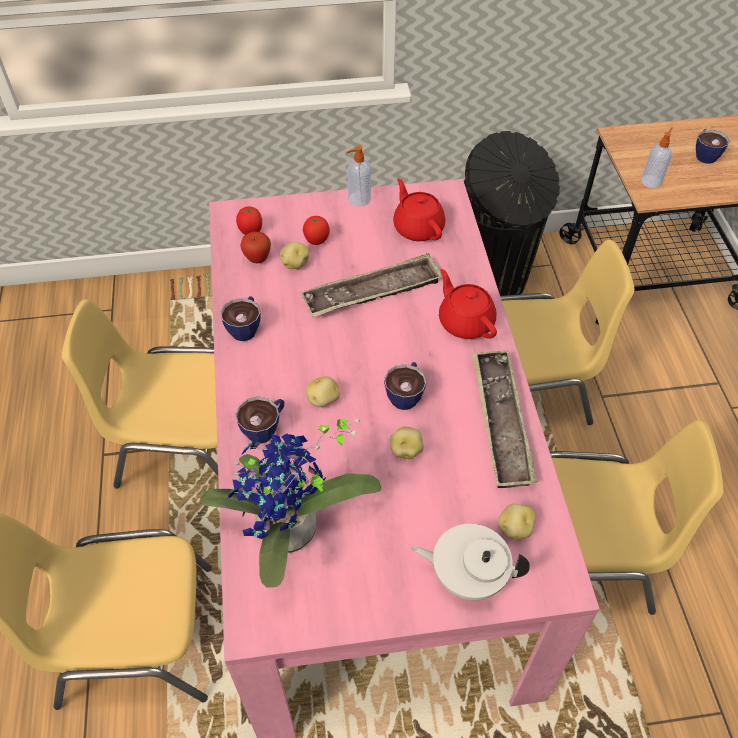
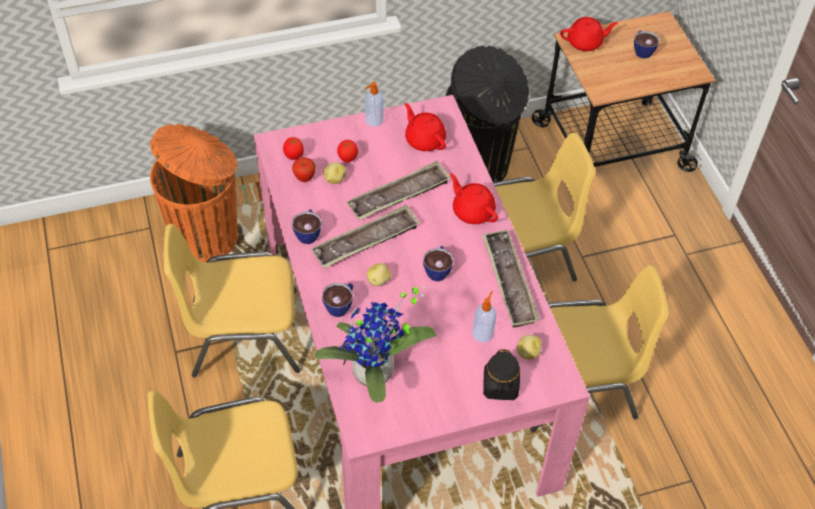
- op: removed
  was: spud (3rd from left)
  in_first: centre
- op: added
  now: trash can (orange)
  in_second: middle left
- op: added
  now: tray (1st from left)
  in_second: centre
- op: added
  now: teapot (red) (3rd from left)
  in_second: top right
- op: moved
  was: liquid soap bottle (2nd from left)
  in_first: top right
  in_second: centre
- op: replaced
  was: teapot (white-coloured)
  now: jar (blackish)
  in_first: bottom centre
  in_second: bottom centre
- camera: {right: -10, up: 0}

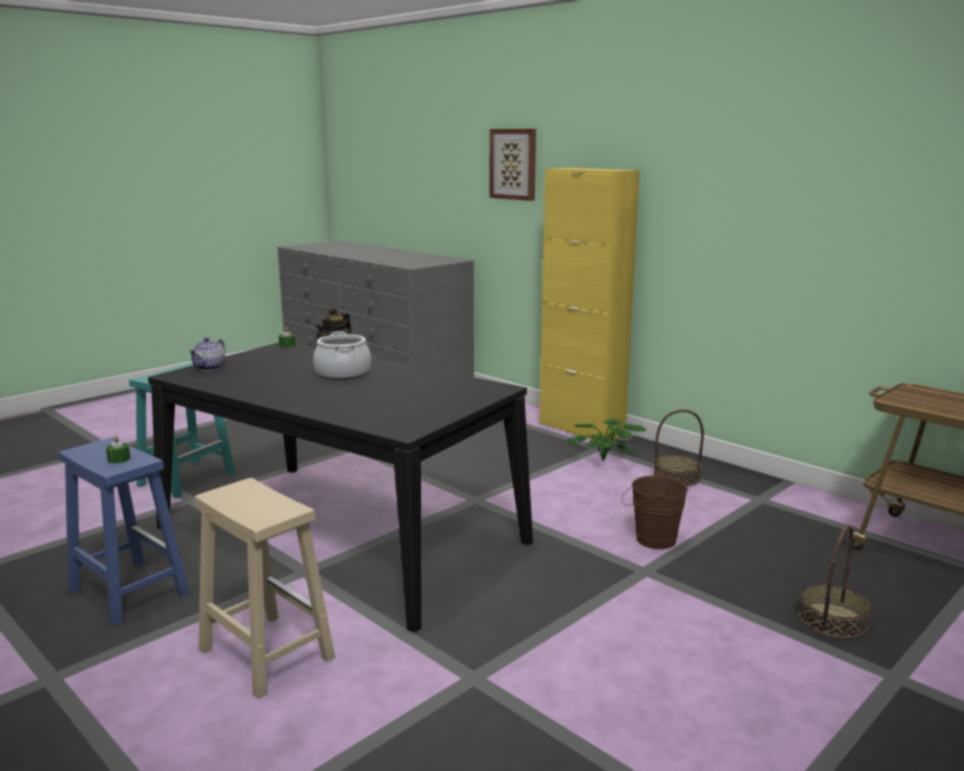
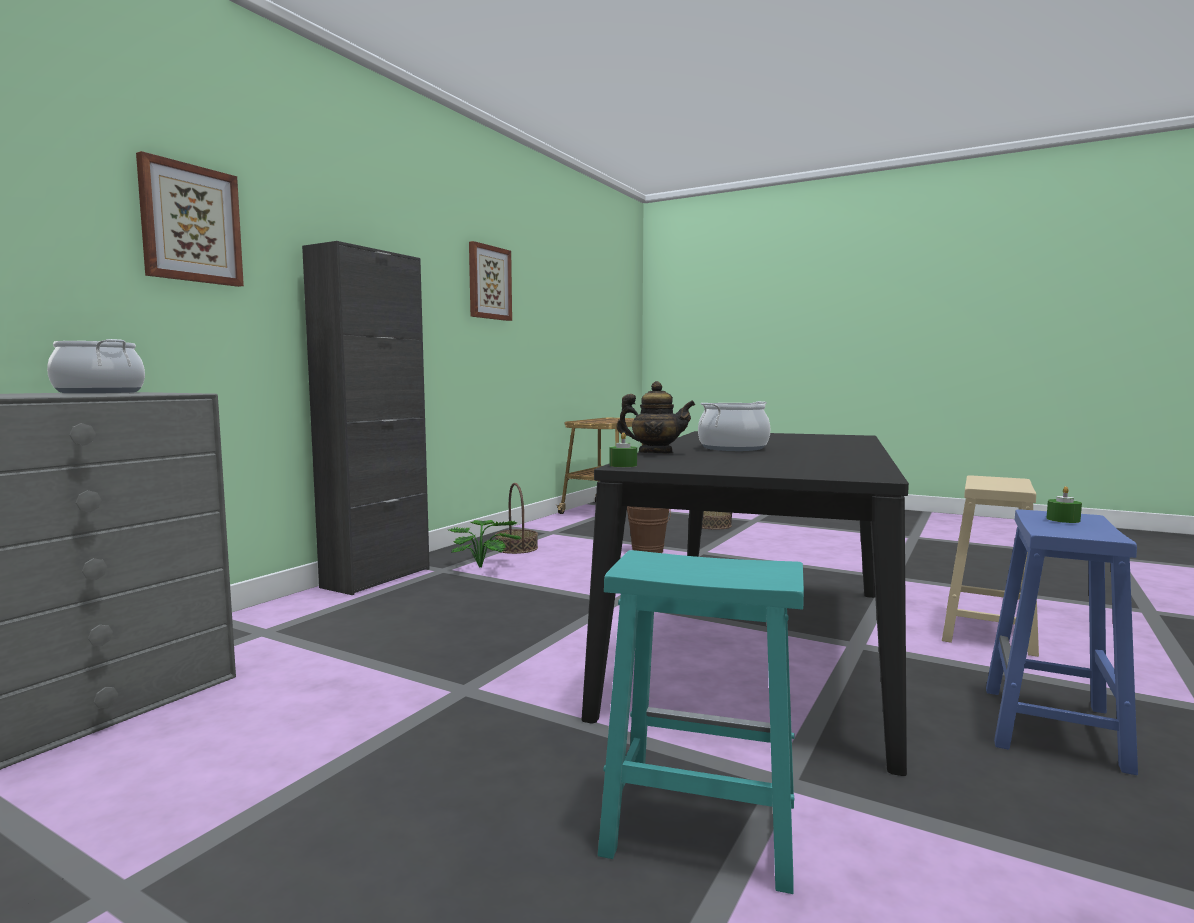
- op: removed
  was: teapot (1st from left)
  in_first: middle left
- op: added
  now: stockpot (1st from left)
  in_second: middle left
- op: added
  now: wall picture (2nd from left)
  in_second: top centre
- op: recoloured
  was: storage cabinet (yellow-coloured)
  now: storage cabinet (blackish)
  in_first: centre
  in_second: middle left
- camera: {right: -105, up: -10}

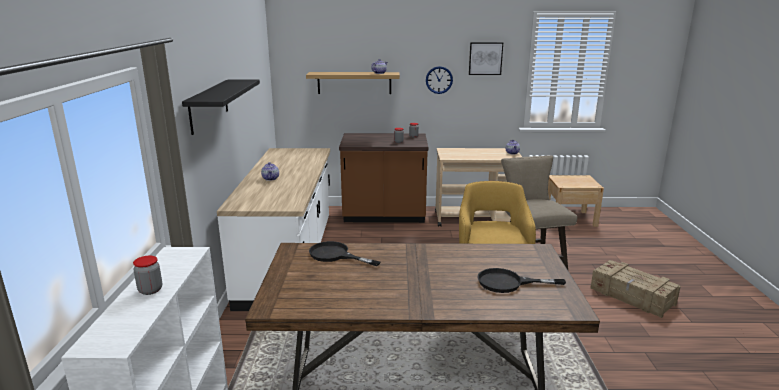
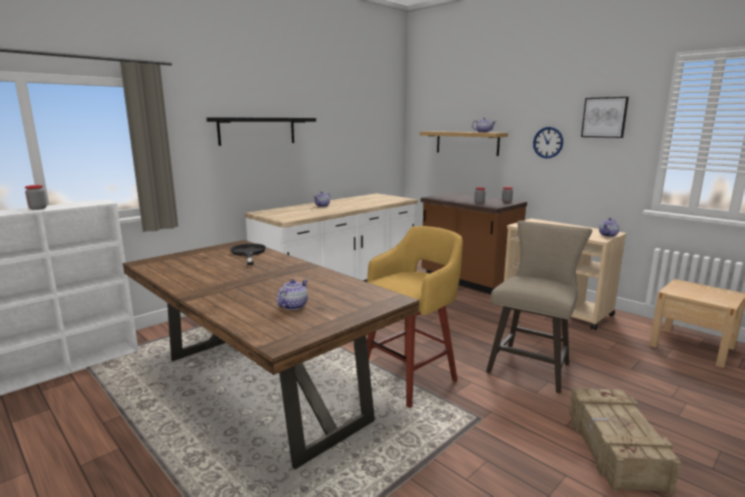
- op: replaced
  was: skillet (blackish) (2nd from left)
  now: teapot (1st from left)
  in_first: bottom right
  in_second: centre
- camera: {right: 45, up: -5}

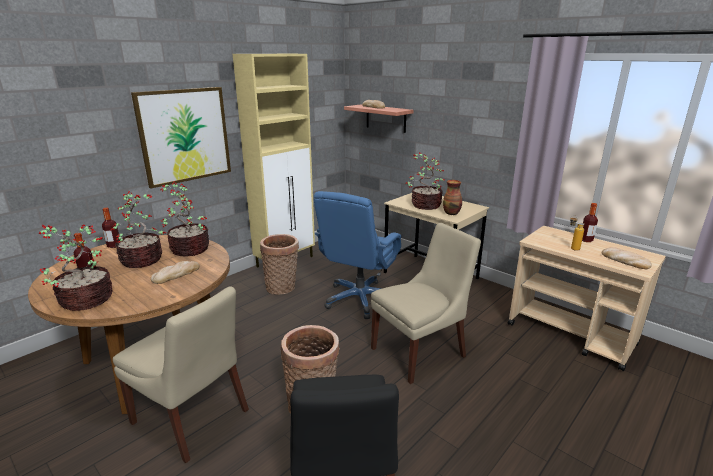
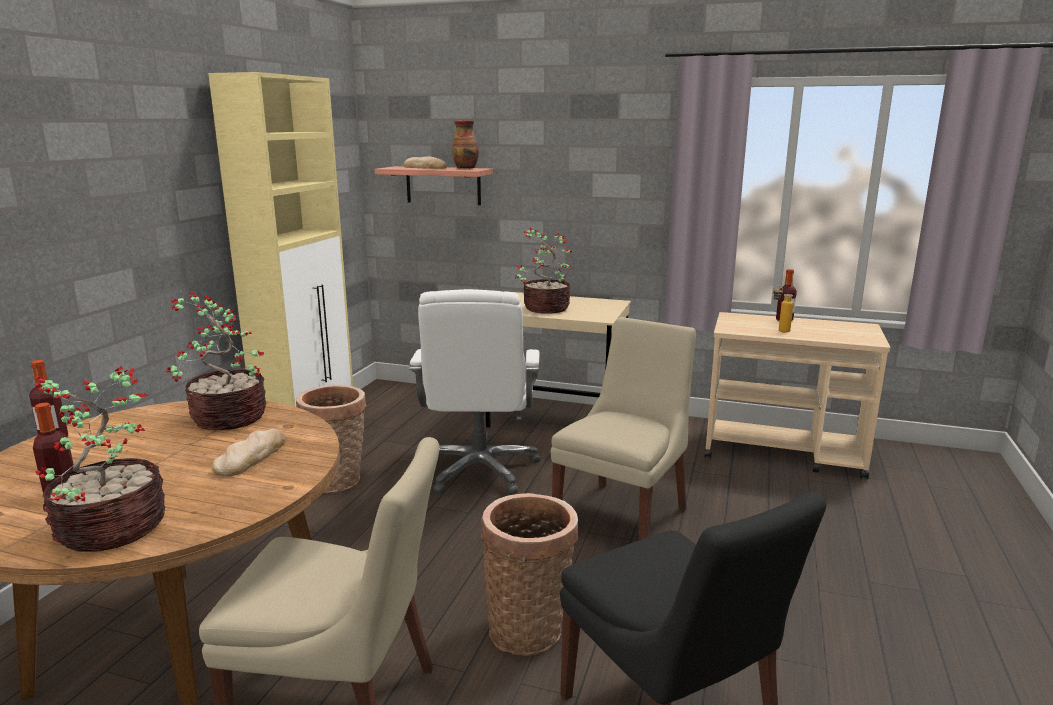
- op: removed
  was: plant in a pot (2nd from left)
  in_first: middle left
- op: removed
  was: wall picture
  in_first: top left
- op: removed
  was: baked bread (3rd from left)
  in_first: middle right
- op: moved
  was: flower vase
  in_first: centre
  in_second: top centre
- op: recoloured
  was: computer chair (blue)
  now: computer chair (white-coloured)
  in_first: centre
  in_second: centre
- camera: {right: -25, up: -5}

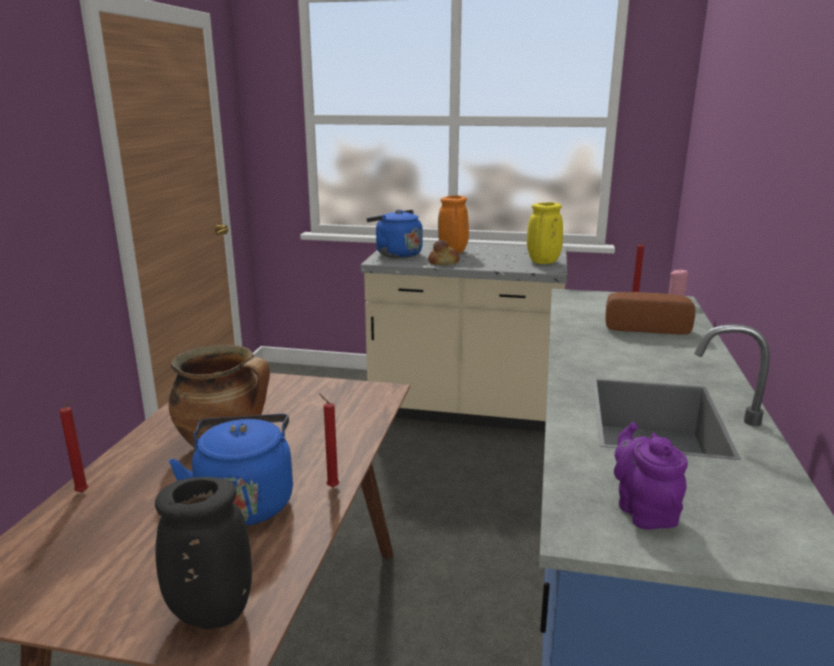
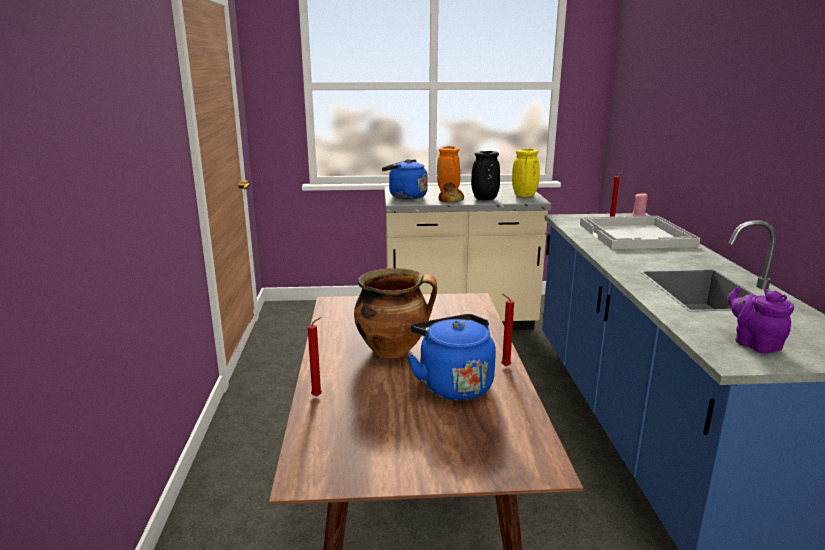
- op: moved
  was: flower vase (blackish)
  in_first: bottom left
  in_second: top centre
- op: replaced
  was: baked bread (2nd from left)
  now: tray (white-coloured)
  in_first: middle right
  in_second: middle right
- camera: {right: -15, up: 0}

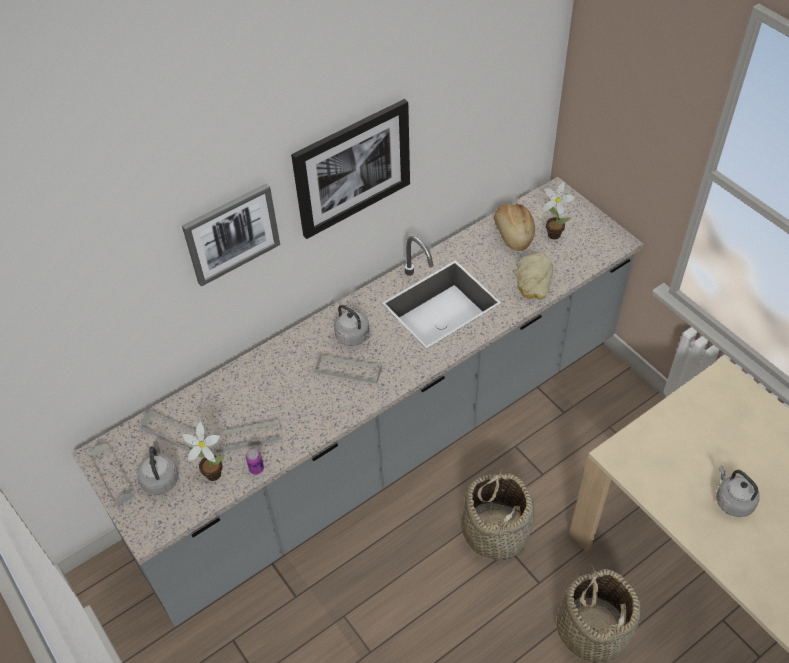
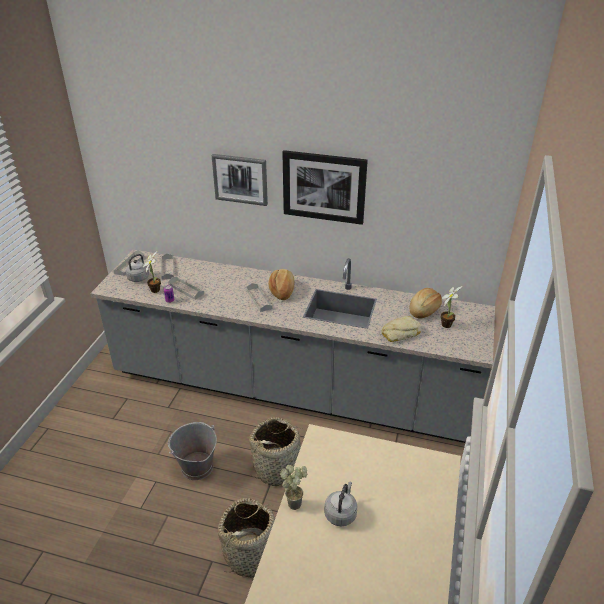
- op: added
  now: bucket (gray)
  in_second: bottom left
- op: added
  now: plant in a pot (2nd from left)
  in_second: bottom centre
- op: replaced
  was: kettle (gray) (2nd from left)
  now: baked bread (1st from left)
  in_first: centre
  in_second: centre
- camera: {right: 50, up: -15}

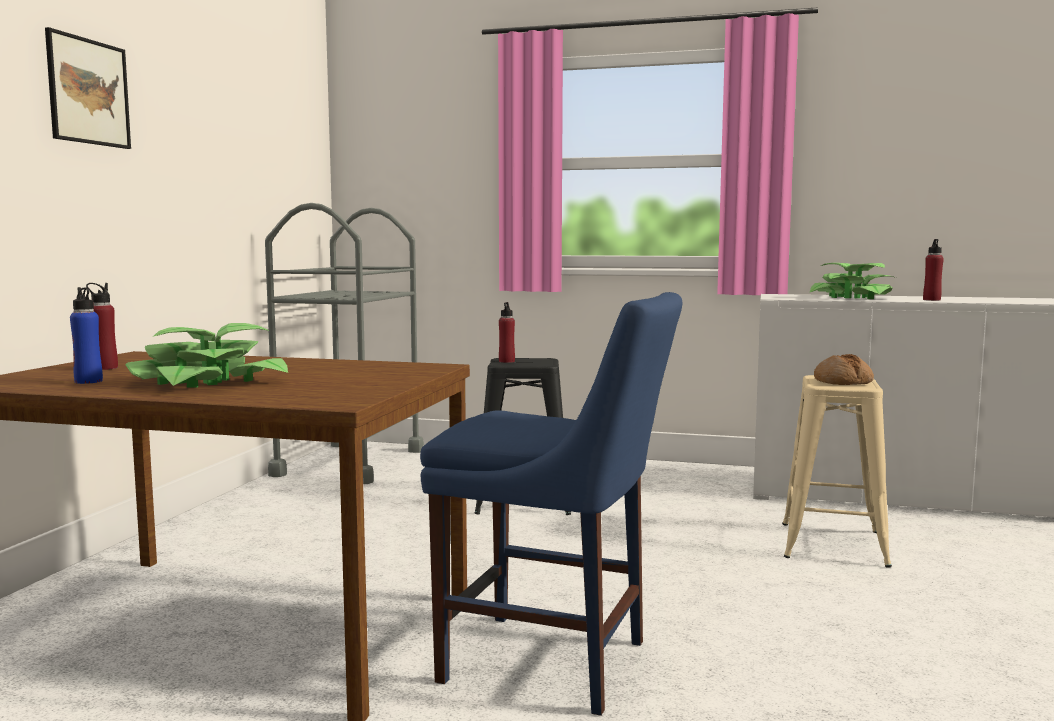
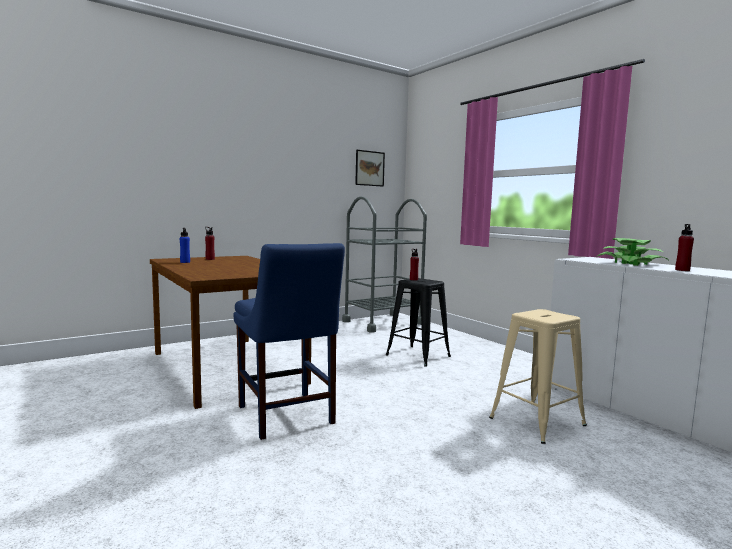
- op: removed
  was: plant in a pot (1st from left)
  in_first: middle left
- op: removed
  was: baked bread
  in_first: middle right
- op: moved
  was: wall picture
  in_first: top left
  in_second: top centre
- camera: {right: 40, up: 0}

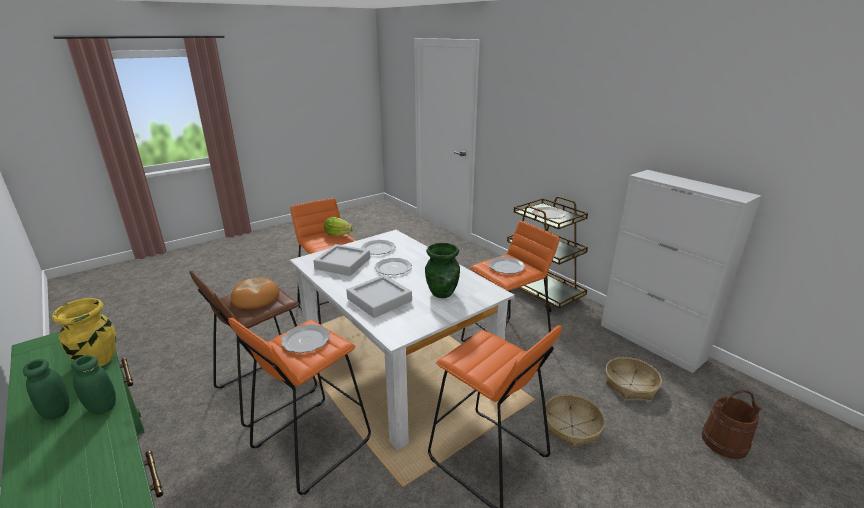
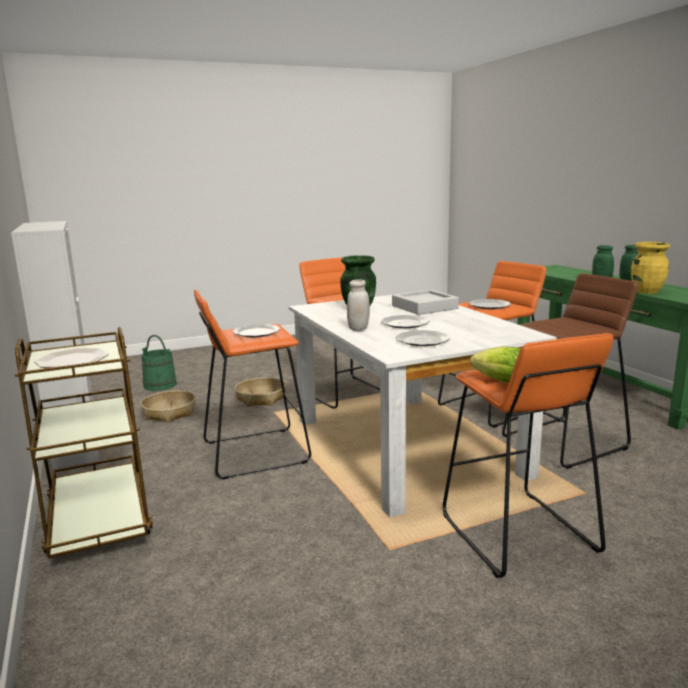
- op: removed
  was: baked bread
  in_first: middle left
- op: removed
  was: tray (gray) (1st from left)
  in_first: centre
- op: added
  now: jar (white-coloured)
  in_second: centre
- op: recoloured
  was: bucket (brown)
  now: bucket (green)
  in_first: bottom right
  in_second: middle left
- camera: {right: -165, up: -10}

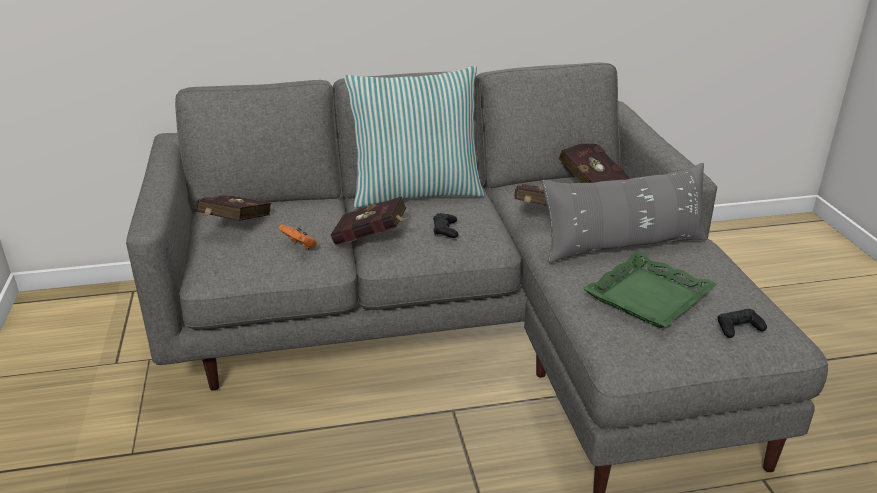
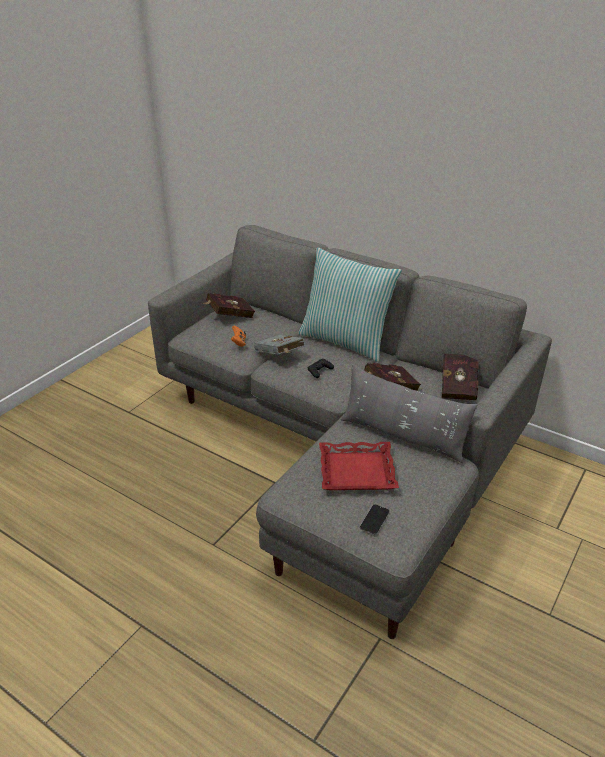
- op: replaced
  was: gamepad (blackish) (2nd from left)
  now: handset
  in_first: middle right
  in_second: bottom centre
- op: recoloured
  was: book (red) (2nd from left)
  now: book (gray)
  in_first: centre
  in_second: centre
- op: recoloured
  was: tray (green)
  now: tray (red)
  in_first: middle right
  in_second: centre
- camera: {right: 45, up: 5}

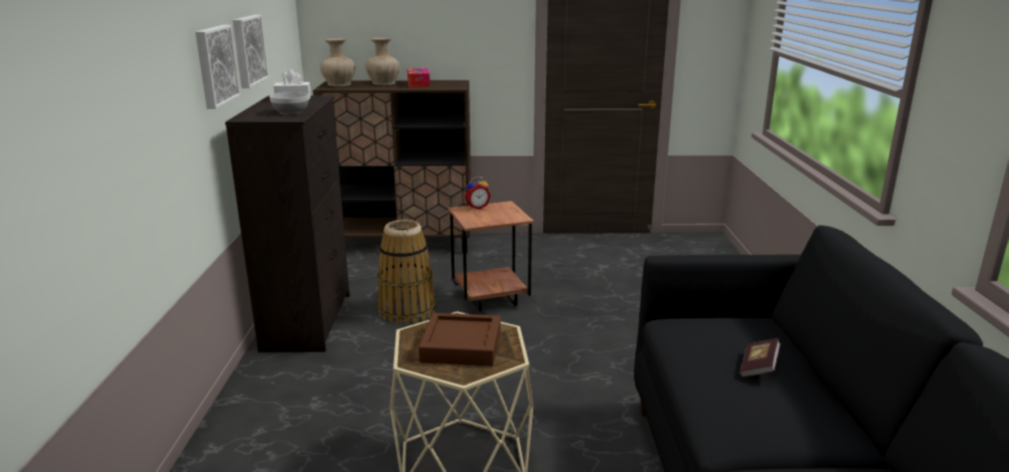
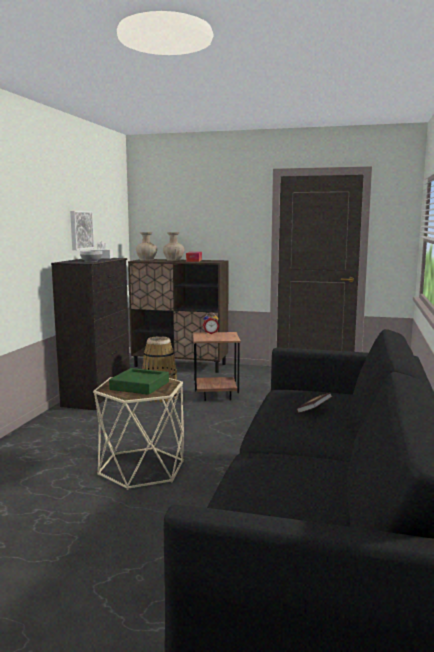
- op: removed
  was: wall picture (1st from left)
  in_first: top left
- op: recoloured
  was: tray (brown)
  now: tray (green)
  in_first: bottom centre
  in_second: middle left
- camera: {right: 15, up: -10}

